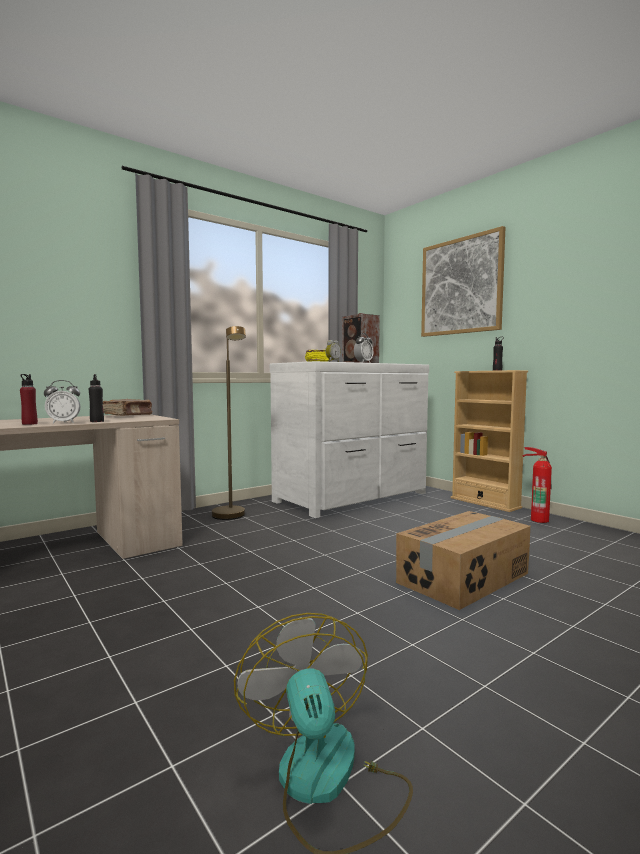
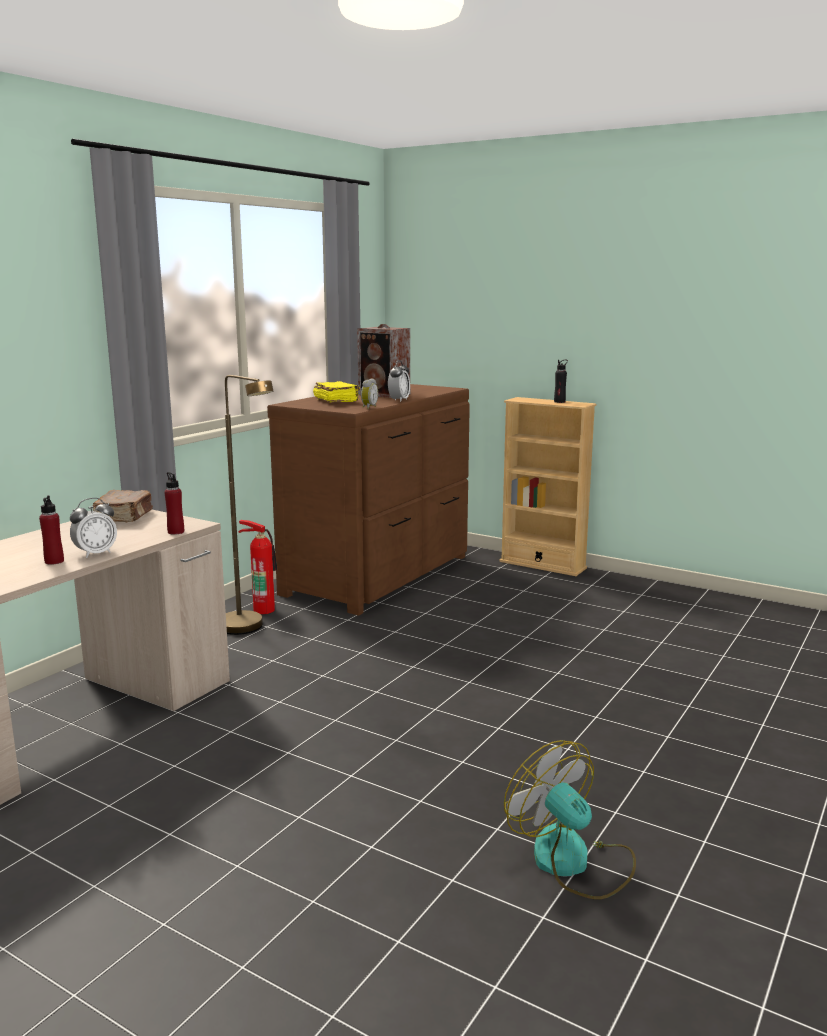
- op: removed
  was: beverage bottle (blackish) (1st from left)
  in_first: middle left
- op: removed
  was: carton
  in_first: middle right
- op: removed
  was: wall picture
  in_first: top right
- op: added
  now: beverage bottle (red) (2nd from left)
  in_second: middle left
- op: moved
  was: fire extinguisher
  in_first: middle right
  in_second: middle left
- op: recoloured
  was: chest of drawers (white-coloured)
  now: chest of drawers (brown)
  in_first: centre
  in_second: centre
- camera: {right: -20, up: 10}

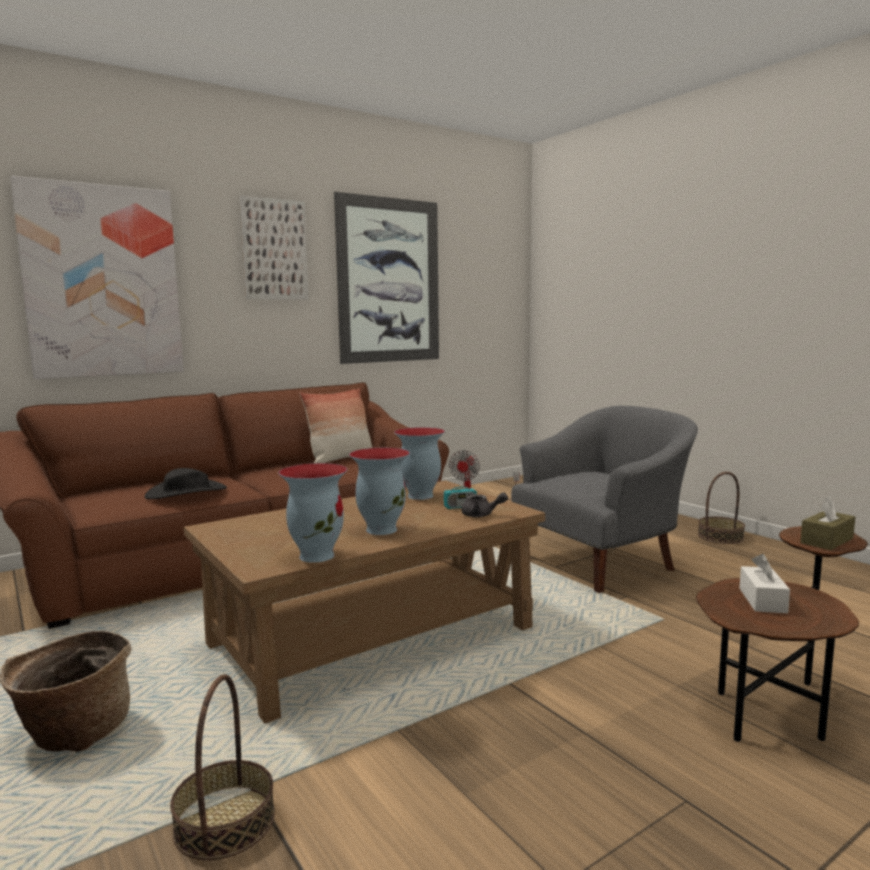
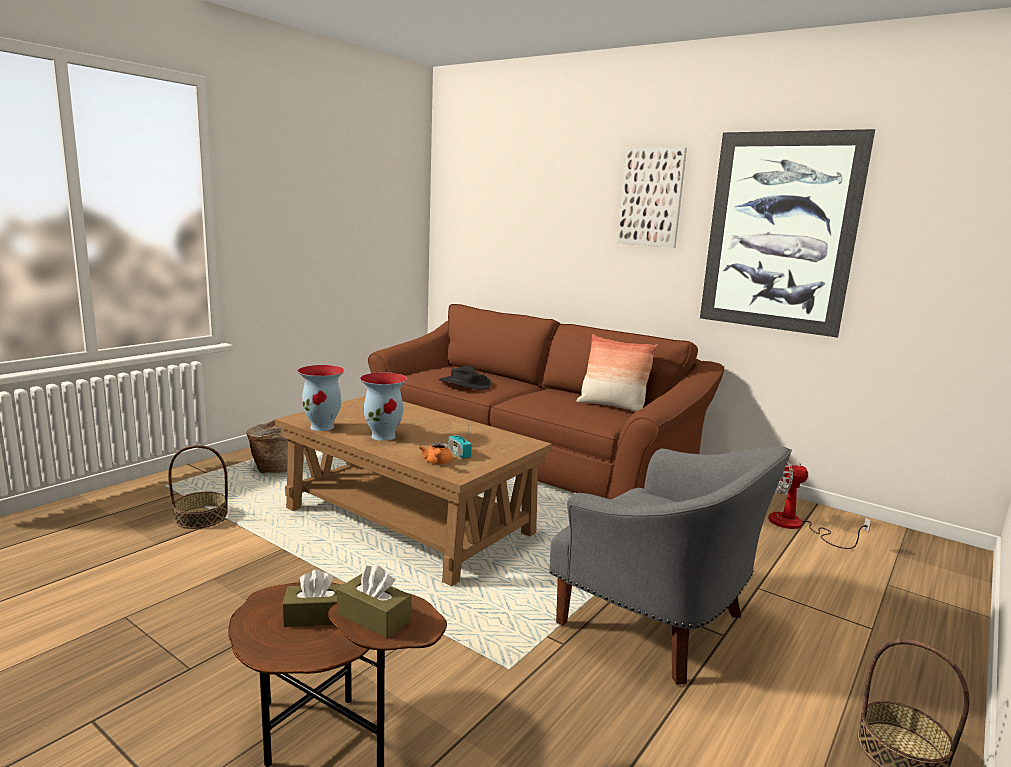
- op: removed
  was: wall picture (1st from left)
  in_first: top left
- op: removed
  was: flower vase (3rd from left)
  in_first: centre
- op: recoloured
  was: teapot (gray)
  now: teapot (orange)
  in_first: centre
  in_second: centre
- op: recoloured
  was: tissue box (white-coloured)
  now: tissue box (brown) (1st from left)
  in_first: bottom right
  in_second: bottom left
- camera: {right: 70, up: 5}

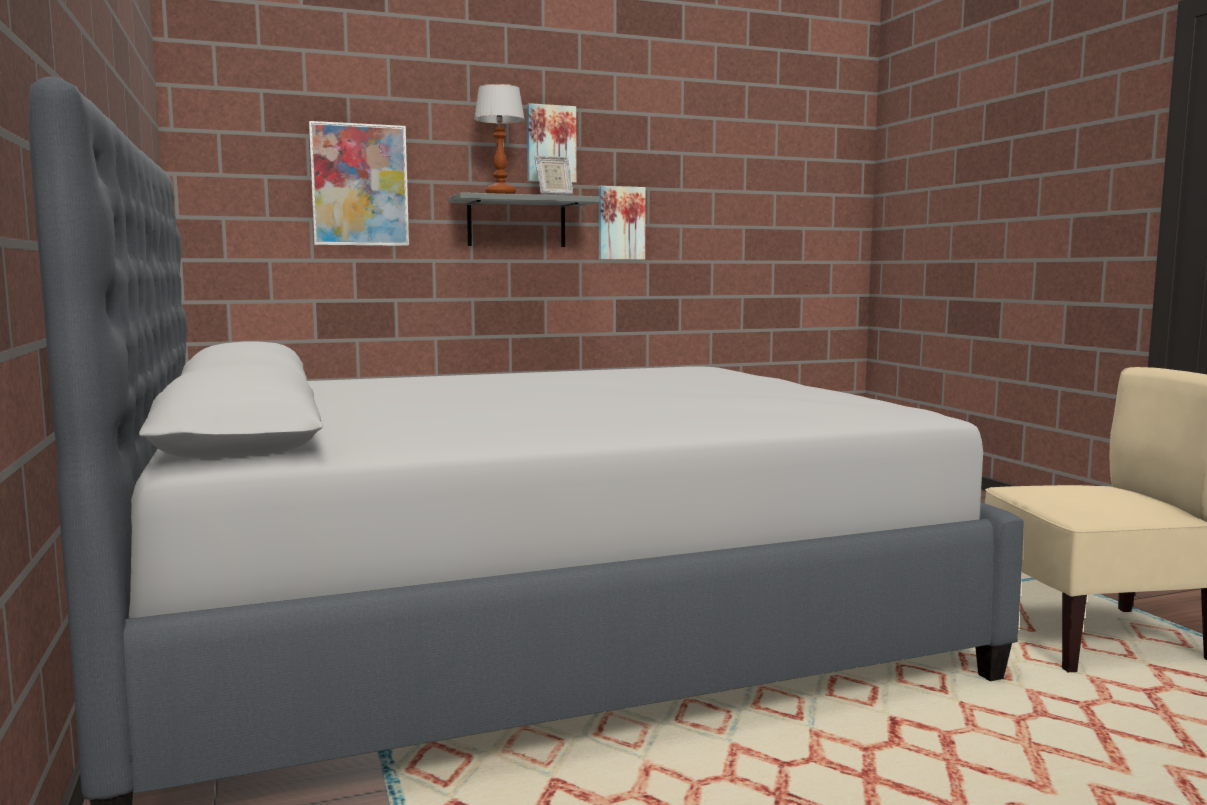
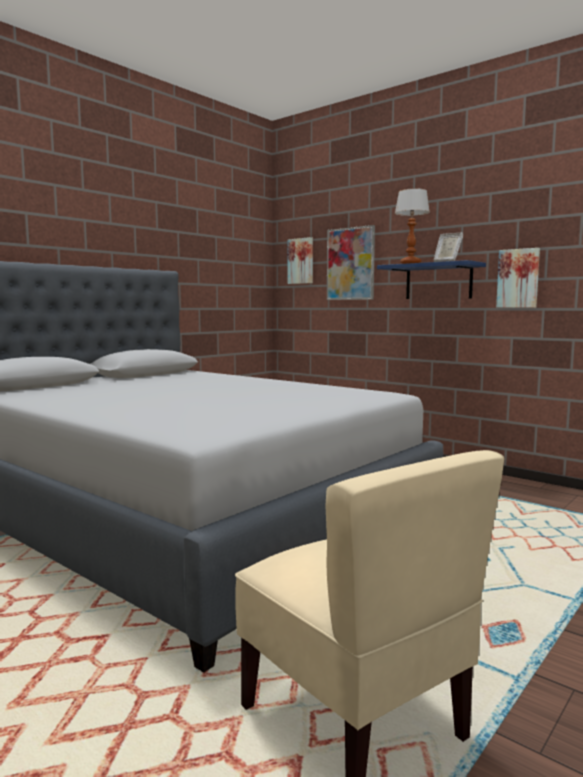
- op: moved
  was: wall picture (2nd from left in the first image)
  now: wall picture (1st from left)
  in_first: top centre
  in_second: centre
- op: recoloured
  was: wall shelf (gray)
  now: wall shelf (blue)
  in_first: top centre
  in_second: middle right
- camera: {right: 60, up: 0}

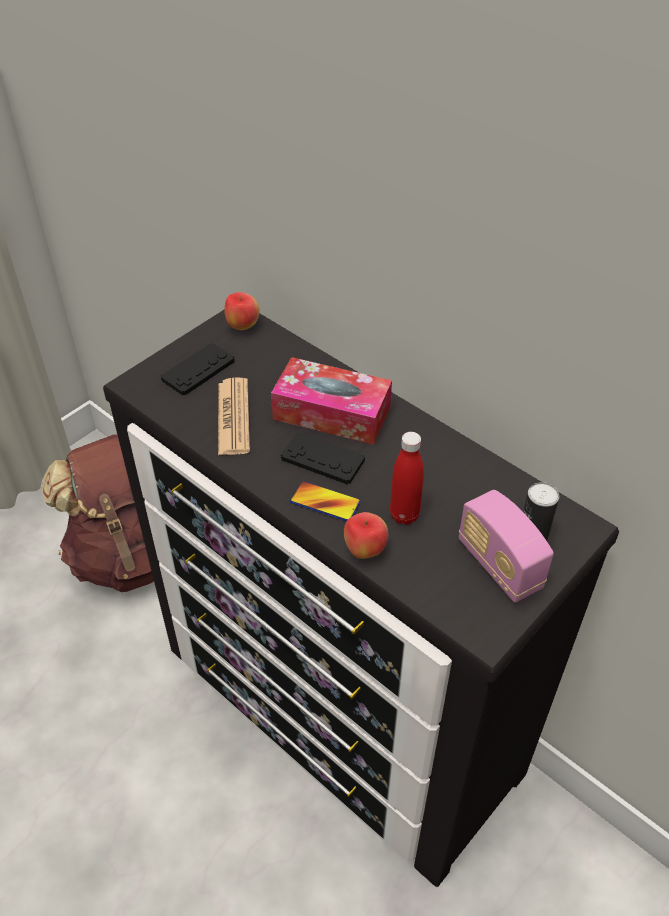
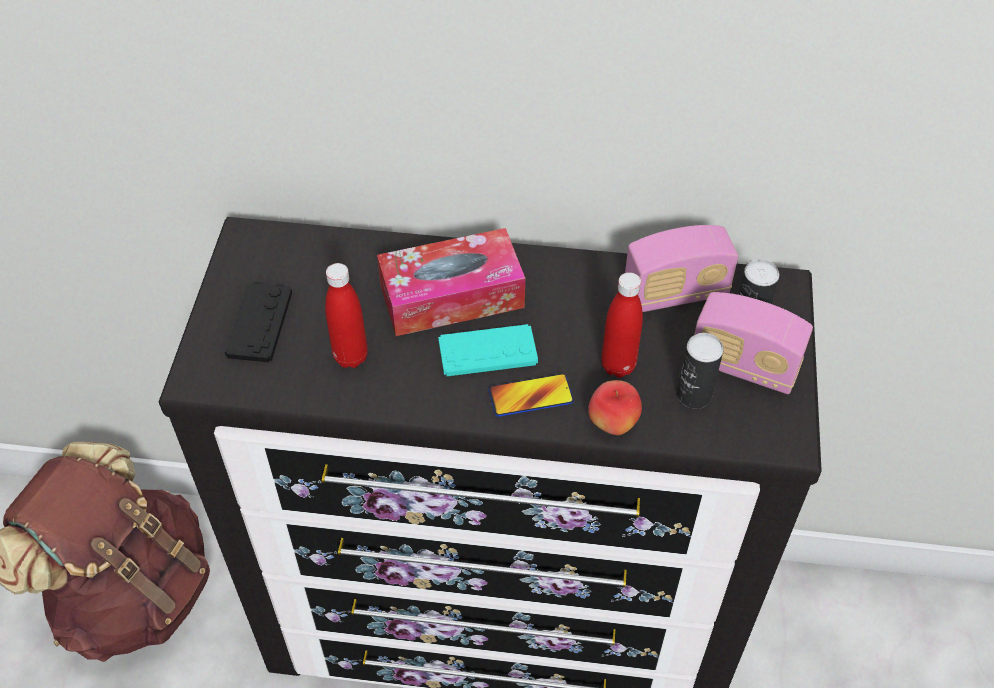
- op: removed
  was: whole apple (1st from left)
  in_first: centre
- op: added
  now: radio (1st from left)
  in_second: middle right
- op: added
  now: can (1st from left)
  in_second: middle right
- op: replaced
  was: daily paper
  now: beverage bottle (red) (1st from left)
  in_first: centre
  in_second: centre
- op: recoloured
  was: gamepad (blackish) (2nd from left)
  now: gamepad (blue-green)
  in_first: centre
  in_second: centre
- camera: {right: -35, up: 5}

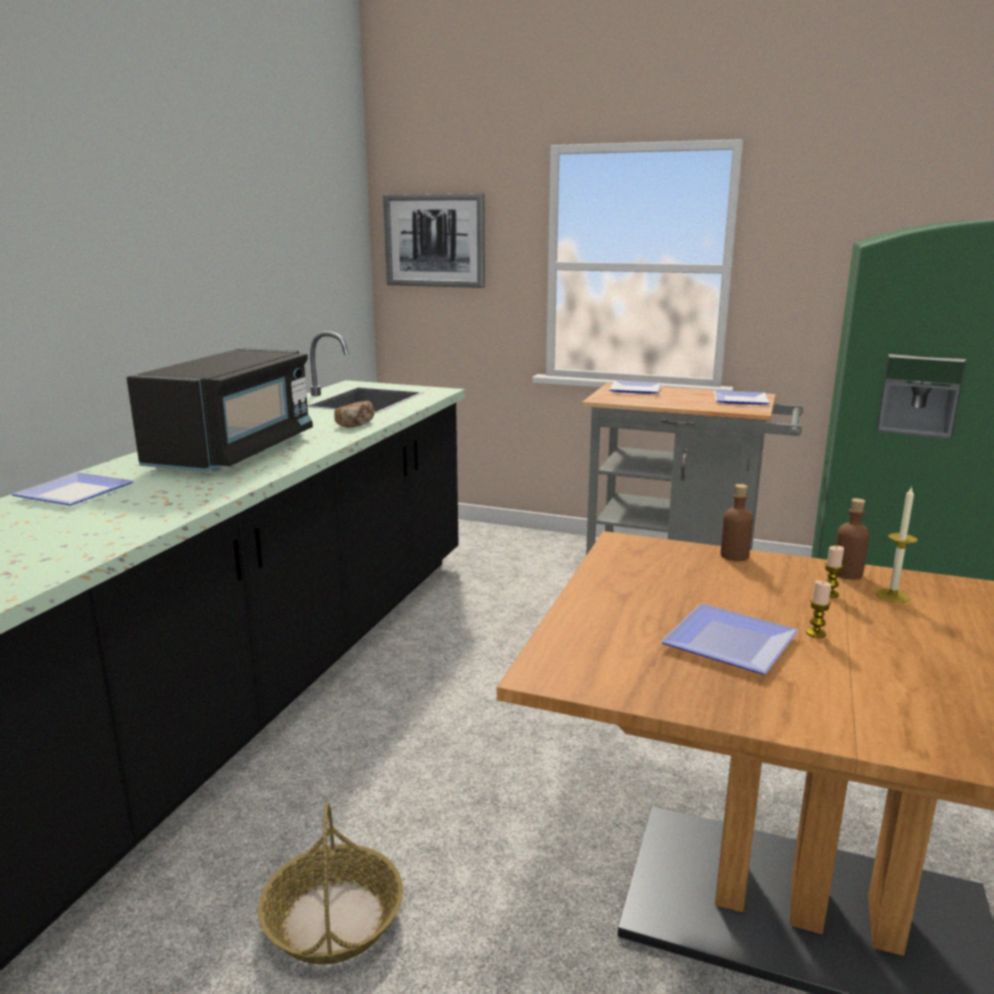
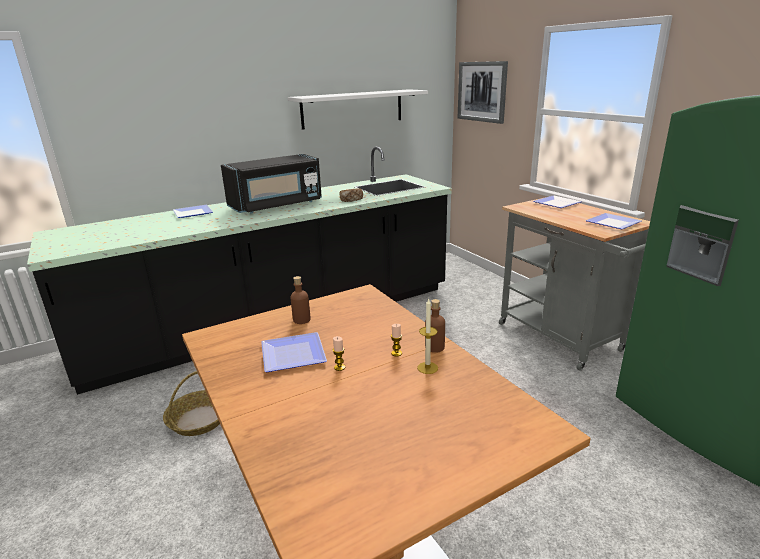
- op: added
  now: wall shelf (white-coloured)
  in_second: top centre
- op: moved
  was: beverage bottle (brown) (1st from left)
  in_first: middle right
  in_second: centre
- camera: {right: 40, up: 5}

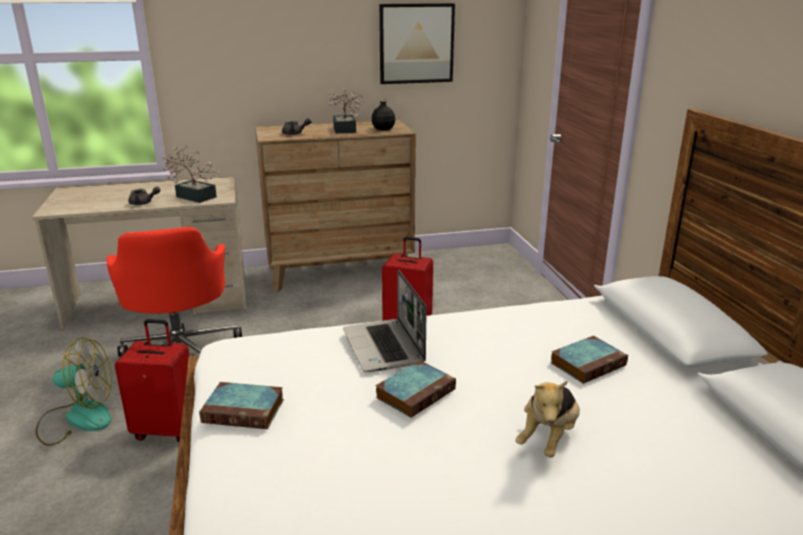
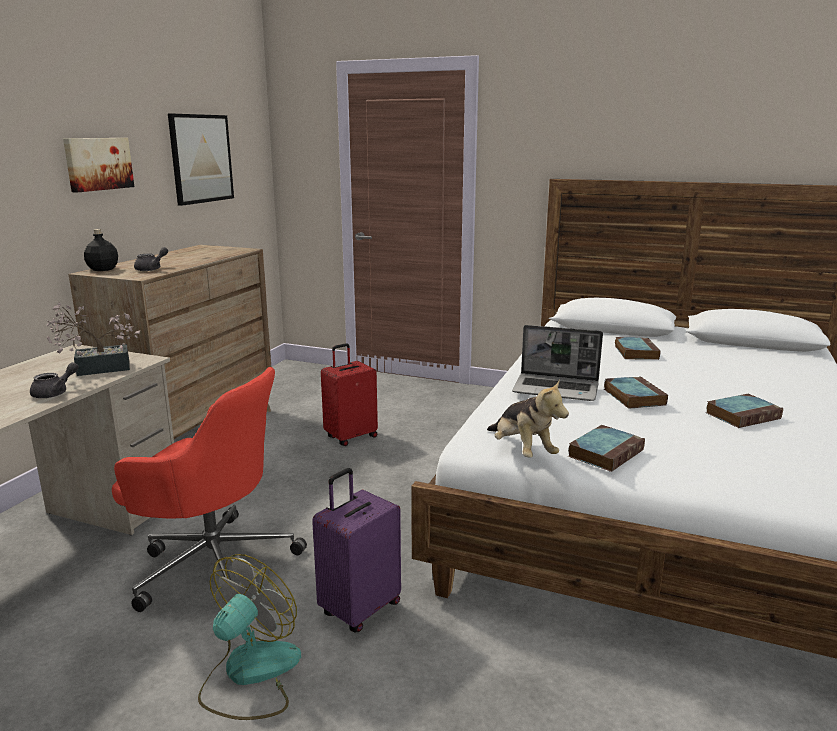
- op: removed
  was: plant in a pot (2nd from left)
  in_first: top centre
- op: added
  now: wall picture (1st from left)
  in_second: top left
- op: added
  now: book (4th from left)
  in_second: middle right
- op: moved
  was: beverage bottle (blackish)
  in_first: top centre
  in_second: middle left
- op: moved
  was: cuddly toy
  in_first: bottom right
  in_second: centre
- op: recoloured
  was: piece of luggage (red) (1st from left)
  now: piece of luggage (purplish)
  in_first: bottom left
  in_second: bottom centre
- camera: {right: -55, up: -5}

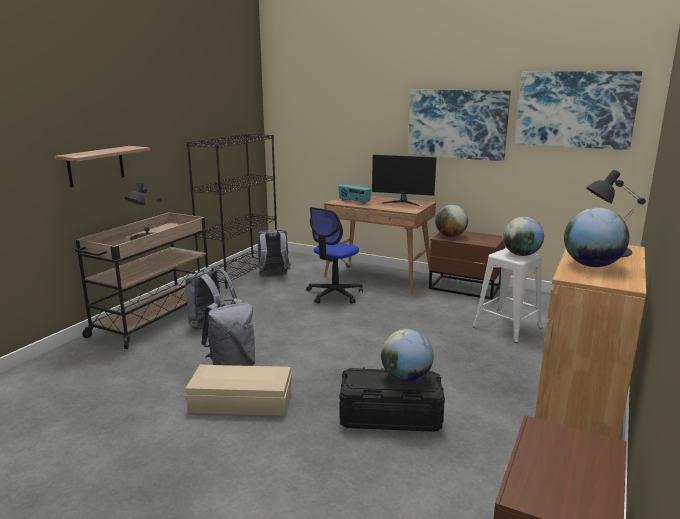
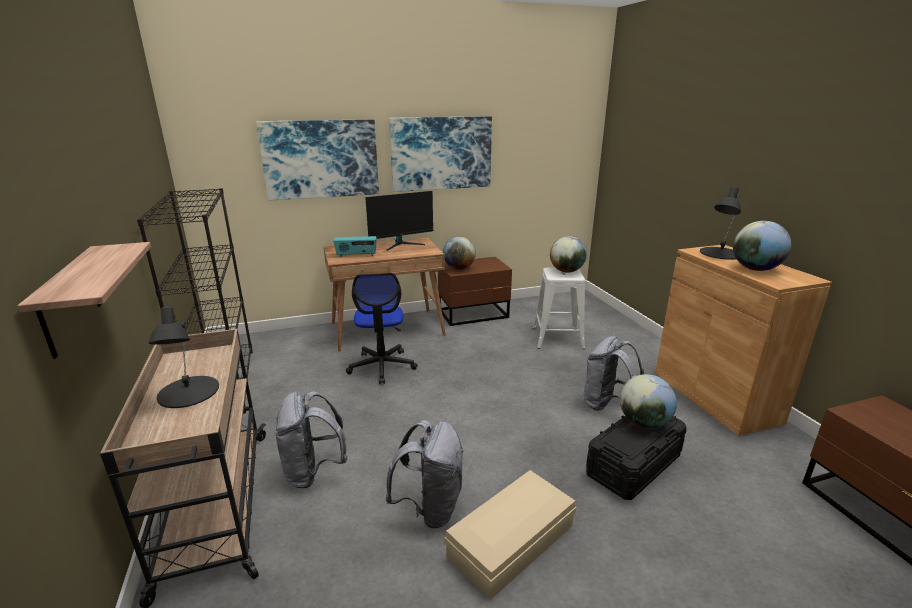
- op: moved
  was: backpack (gray) (3rd from left)
  in_first: centre
  in_second: middle right
- op: moved
  was: wall picture (2nd from left in the first image)
  now: wall picture (1st from left)
  in_first: top right
  in_second: top centre
- camera: {right: -45, up: 5}

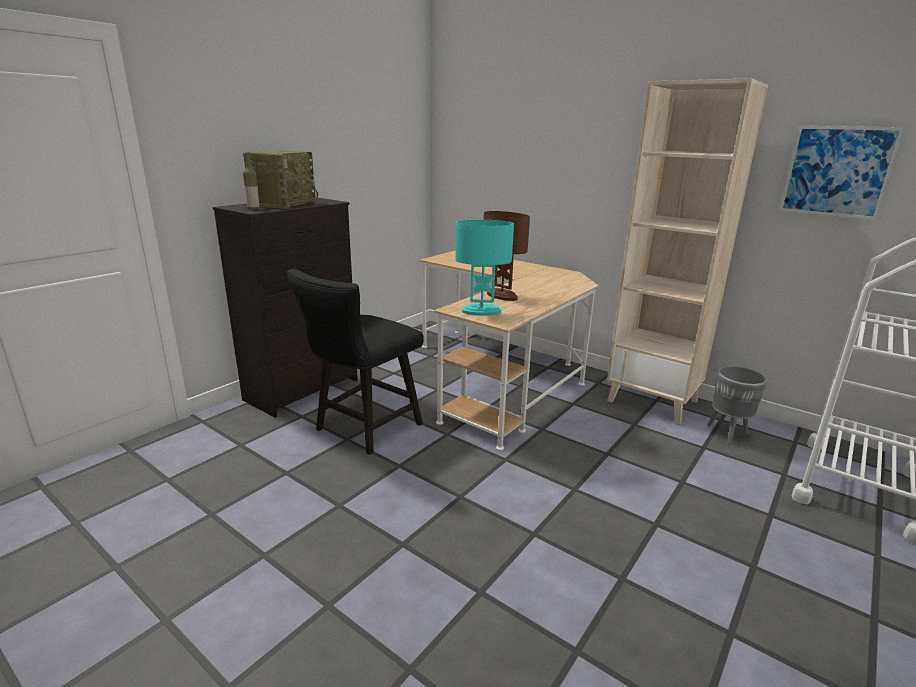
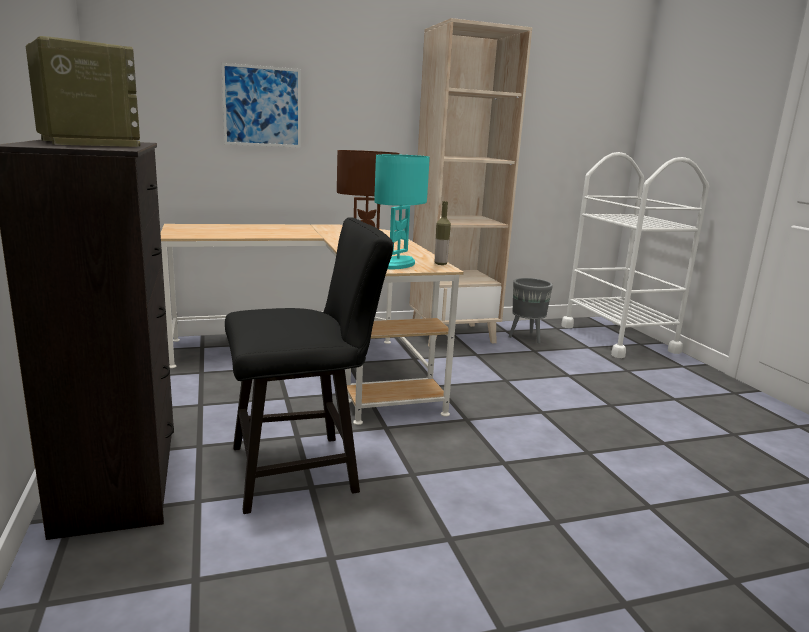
- op: moved
  was: beverage bottle
  in_first: top left
  in_second: centre
- op: moved
  was: wall picture
  in_first: top right
  in_second: top left
- op: turned
  was: plain chair (blackish)
  in_first: centre
  in_second: centre
  clockwise: -90
- camera: {right: -55, up: -5}

